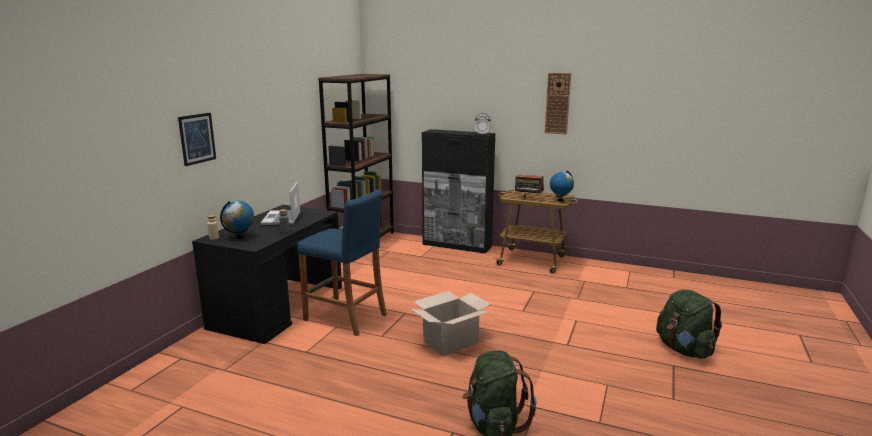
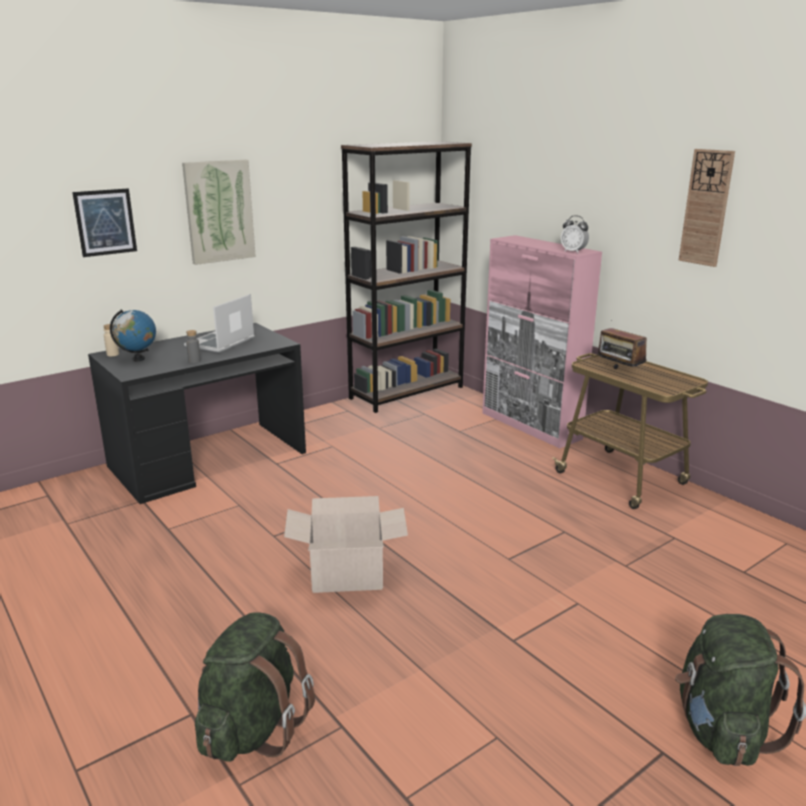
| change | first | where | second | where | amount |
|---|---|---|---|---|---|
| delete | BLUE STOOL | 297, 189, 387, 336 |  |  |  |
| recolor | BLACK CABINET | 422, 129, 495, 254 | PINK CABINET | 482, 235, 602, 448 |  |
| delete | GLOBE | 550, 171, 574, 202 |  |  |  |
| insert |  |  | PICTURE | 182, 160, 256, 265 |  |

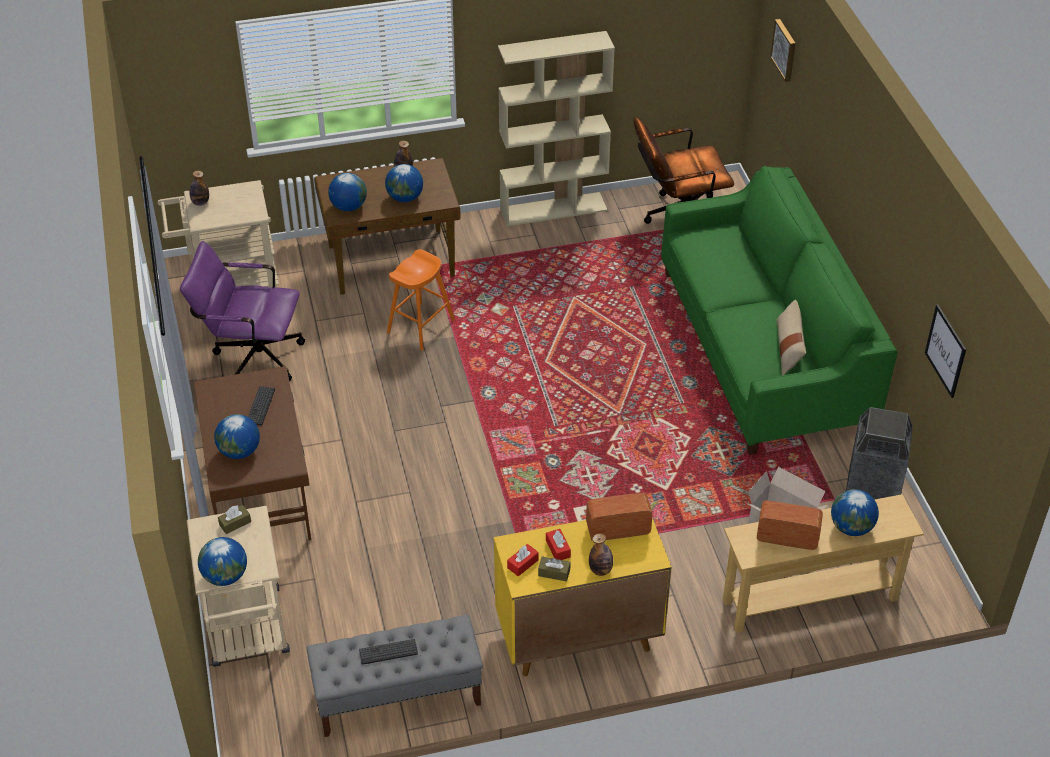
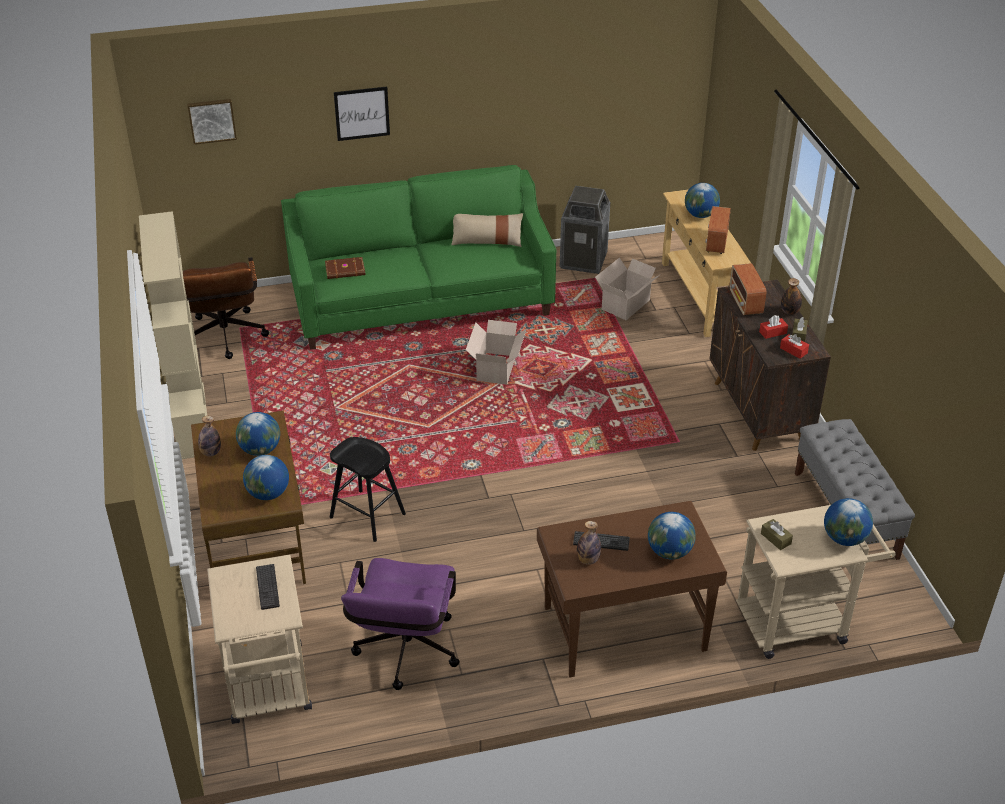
| change | first | where | second | where | amount |
|---|---|---|---|---|---|
| move | BOTTLE | 189, 170, 209, 206 |  | 577, 521, 601, 565 |  |
| move | KEYBOARD | 359, 639, 418, 665 |  | 256, 564, 280, 610 |  |
| recolor | ORANGE STOOL | 387, 249, 455, 350 | BLACK STOOL | 330, 437, 406, 542 |  |
| recolor | YELLOW CABINET | 494, 518, 672, 676 | BROWN CABINET | 710, 280, 831, 451 |  |
| move | PICTURE | 925, 304, 966, 398 |  | 334, 86, 390, 141 |  |
| insert |  |  | BROWN BOOK | 325, 257, 365, 279 |  |
| insert |  |  | CARDBOARD BOX | 466, 320, 527, 385 |  |

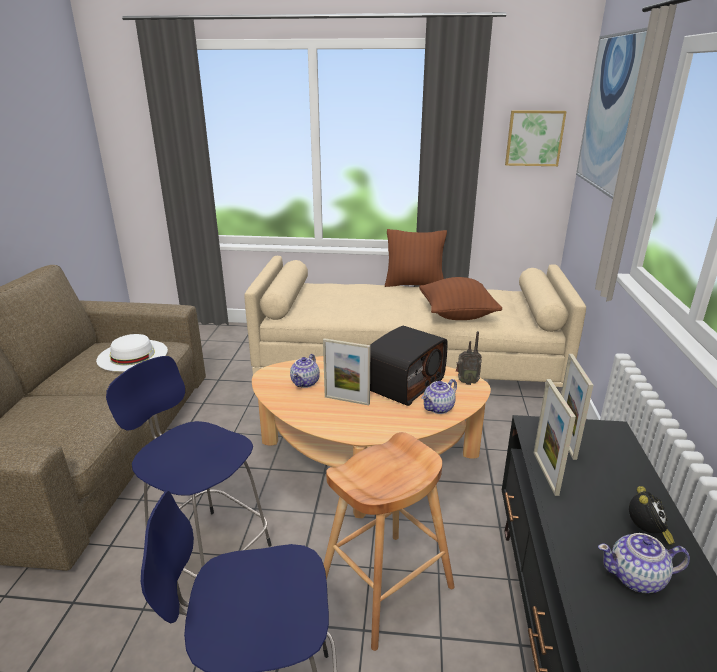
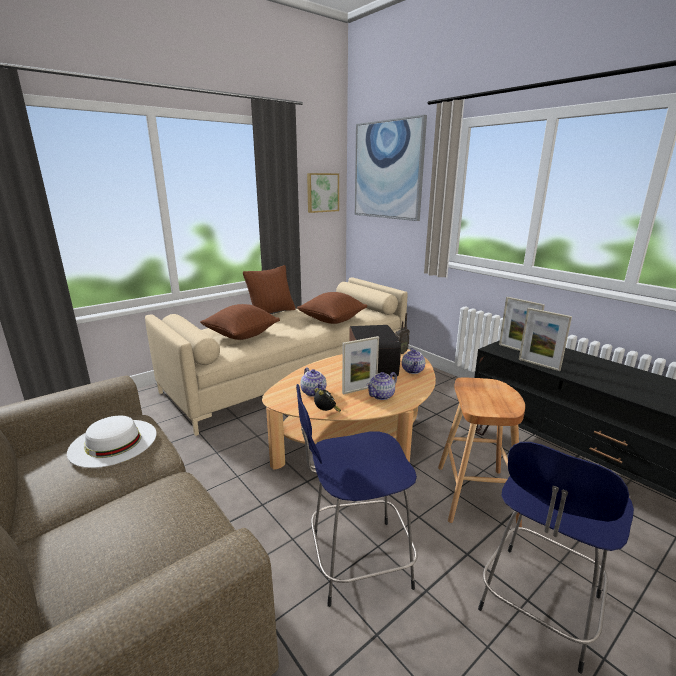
| change | first | where | second | where | amount |
|---|---|---|---|---|---|
| move | TEAPOT | 598, 533, 690, 593 |  | 366, 372, 397, 400 |  |
| move | ALARM CLOCK | 629, 486, 675, 545 |  | 314, 388, 341, 412 |  |
| insert |  |  | BROWN PILLOW | 200, 304, 280, 340 |  |

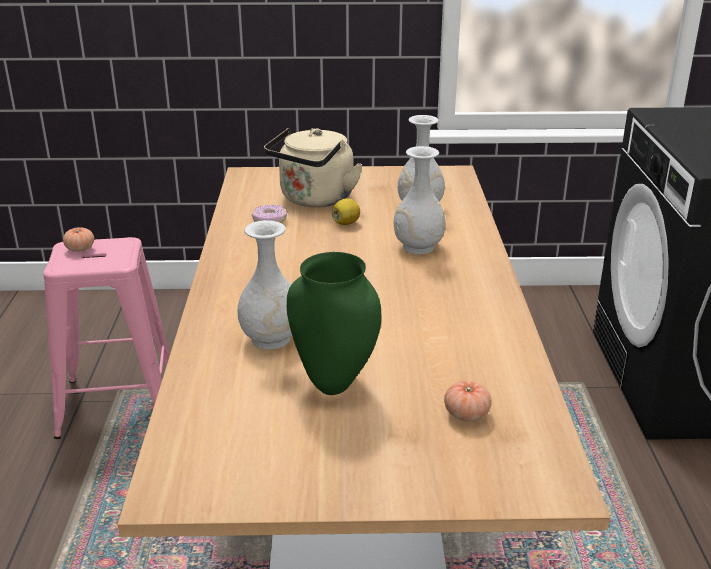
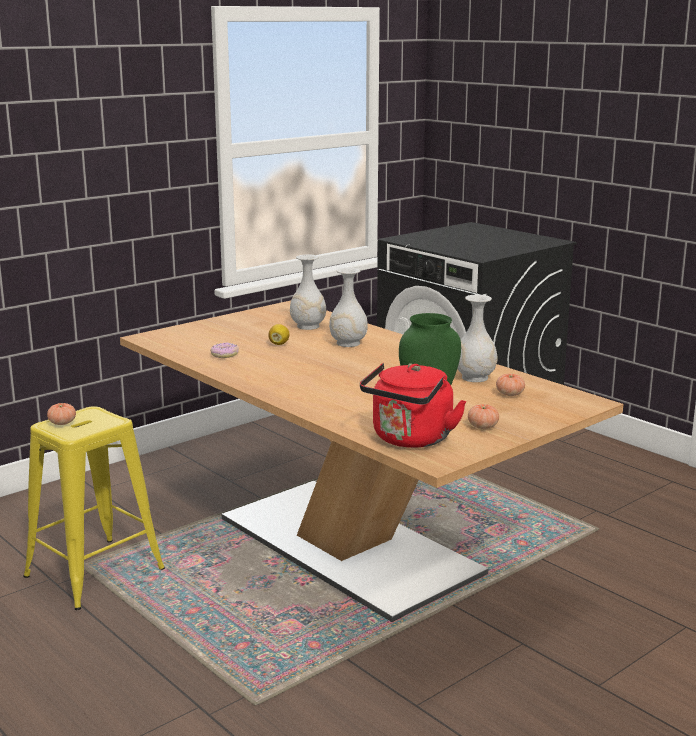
| change | first | where | second | where | amount |
|---|---|---|---|---|---|
| recolor | PINK STOOL | 43, 237, 170, 439 | YELLOW STOOL | 23, 406, 165, 610 |  |
| move | WHITE VASE | 237, 220, 292, 350 |  | 457, 294, 498, 382 |  |
| delete | BEIGE KETTLE | 264, 128, 363, 207 |  |  |  |
| insert |  |  | RED KETTLE | 360, 363, 466, 448 |  |
| insert |  |  | TOMATO | 468, 404, 499, 429 |  |

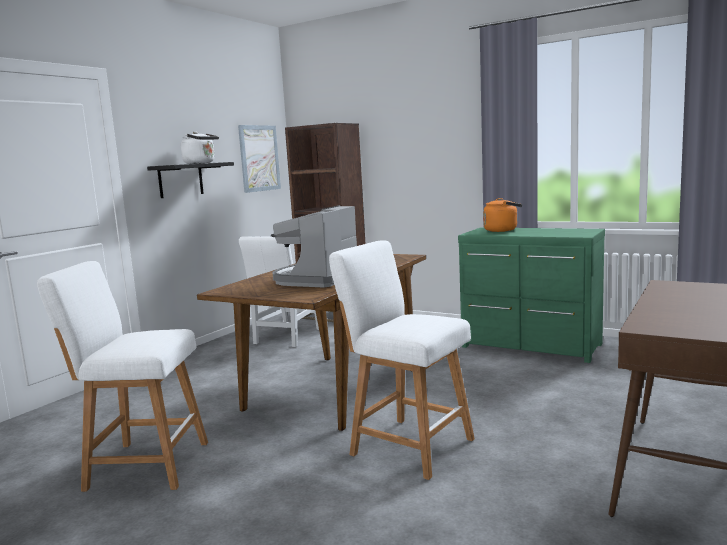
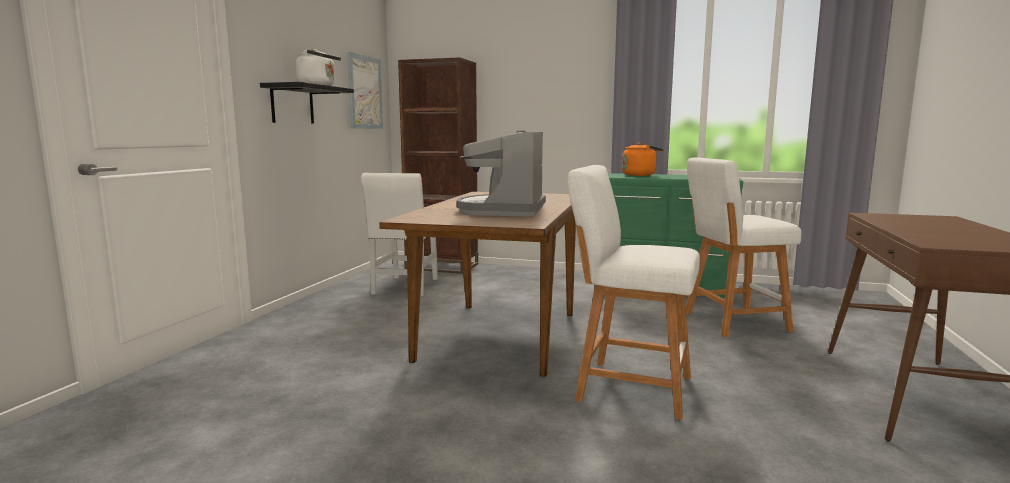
| change | first | where | second | where | amount |
|---|---|---|---|---|---|
| move | WHITE STOOL | 37, 261, 208, 492 |  | 686, 157, 801, 337 |  |

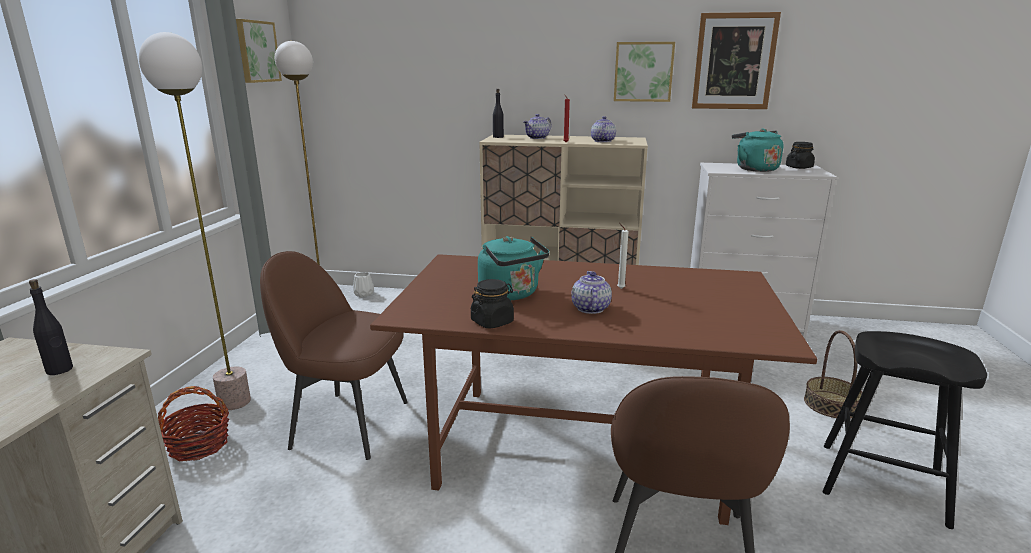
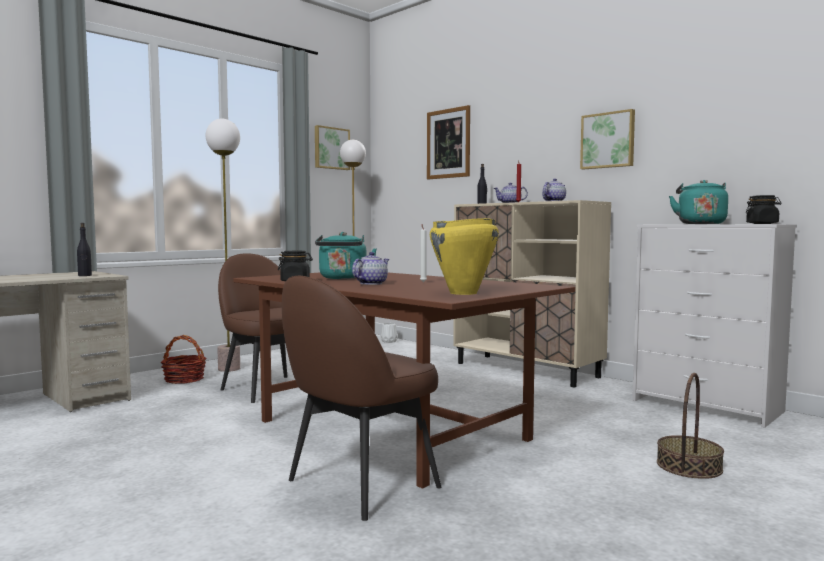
| change | first | where | second | where | amount |
|---|---|---|---|---|---|
| move | PICTURE | 692, 12, 781, 109 |  | 427, 105, 470, 179 |  |
| delete | BLACK STOOL | 823, 331, 987, 529 |  |  |  |
| insert |  |  | YELLOW COOKING POT | 430, 218, 499, 295 |  |

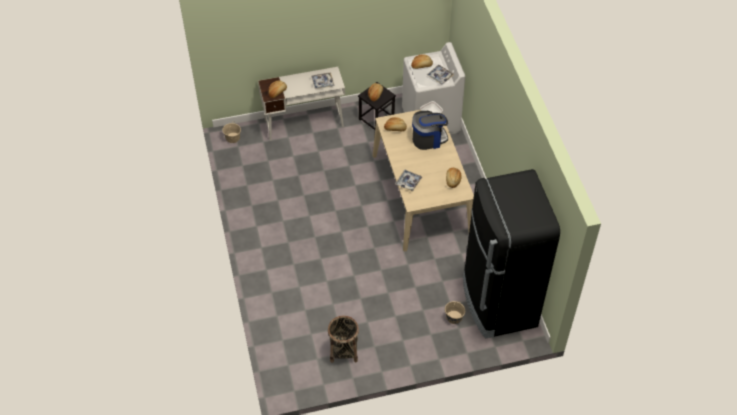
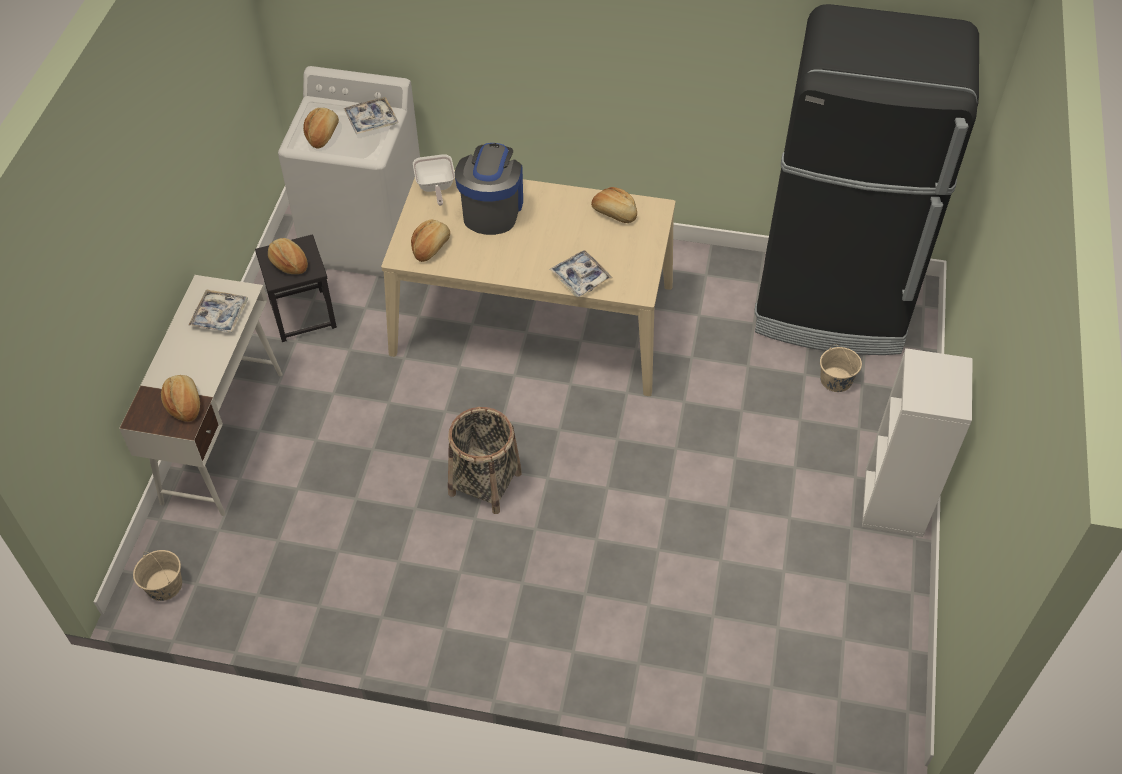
| change | first | where | second | where | amount |
|---|---|---|---|---|---|
| move | BASKET | 328, 316, 359, 363 |  | 448, 407, 522, 514 |  |
| insert |  |  | WHITE BOOKCASE | 862, 348, 973, 537 |  |

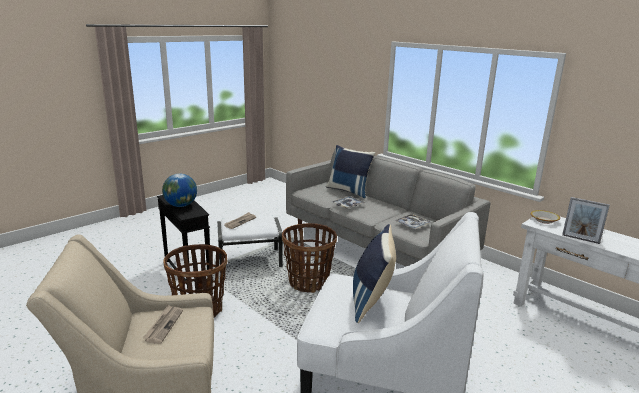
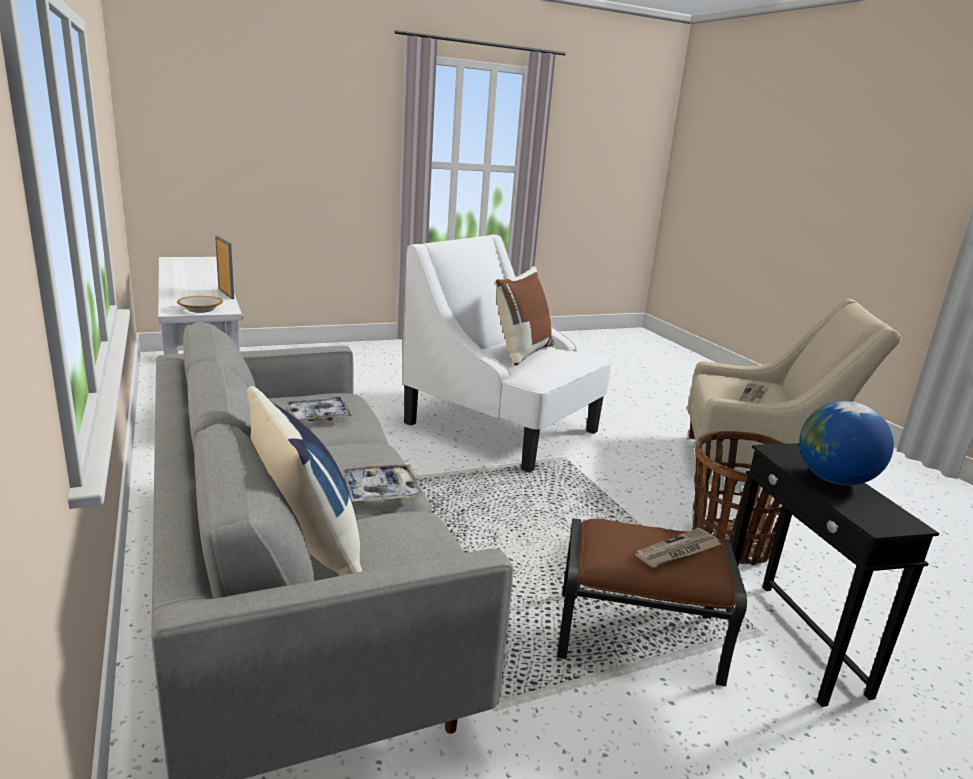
| change | first | where | second | where | amount |
|---|---|---|---|---|---|
| recolor | WHITE OTTOMAN | 217, 216, 283, 267 | BROWN OTTOMAN | 557, 518, 747, 687 |  |
| delete | BASKET | 282, 223, 337, 293 |  |  |  |
| recolor | BLUE PILLOW | 353, 224, 396, 323 | BROWN PILLOW | 495, 266, 554, 366 |  |

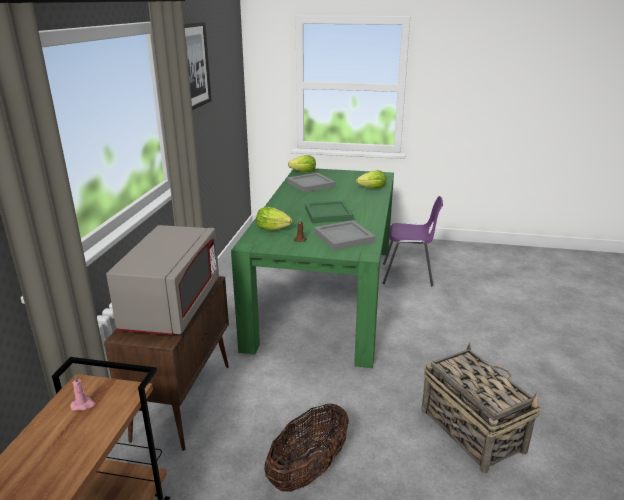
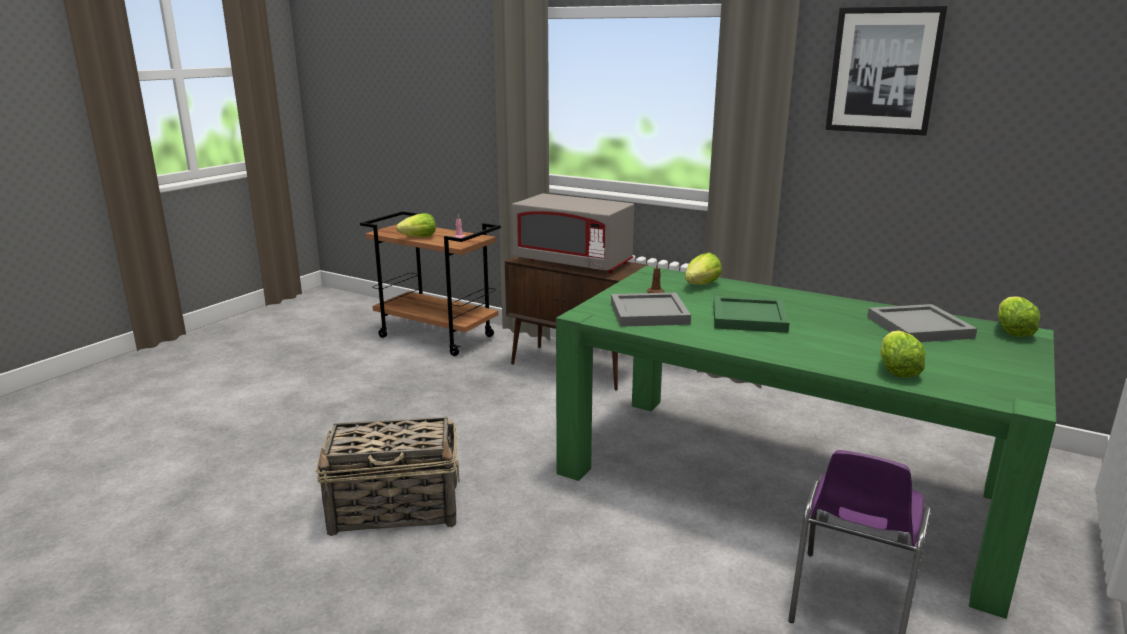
| change | first | where | second | where | amount |
|---|---|---|---|---|---|
| delete | BASKET | 264, 403, 349, 492 |  |  |  |
| insert |  |  | LETTUCE | 396, 213, 436, 237 |  |

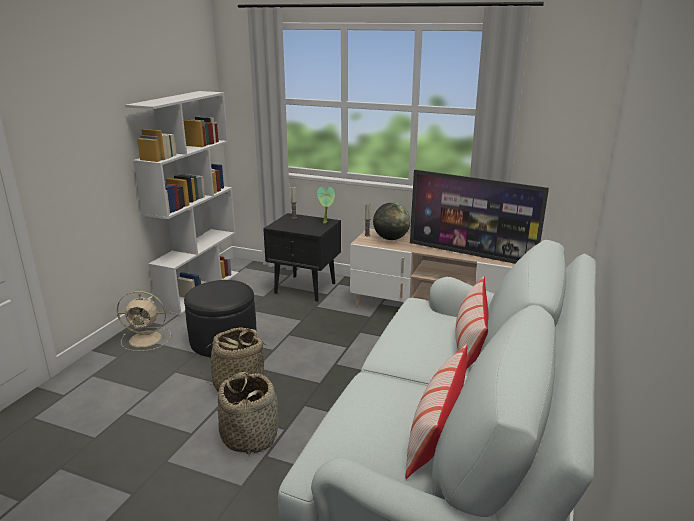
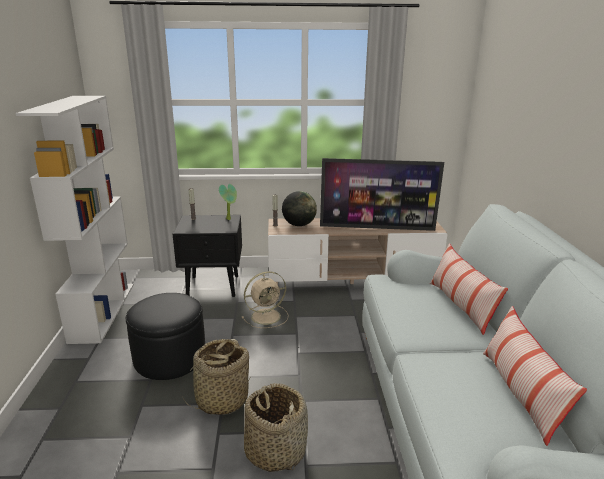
| change | first | where | second | where | amount |
|---|---|---|---|---|---|
| move | BEIGE FAN | 117, 291, 171, 351 |  | 242, 271, 288, 328 |  |

